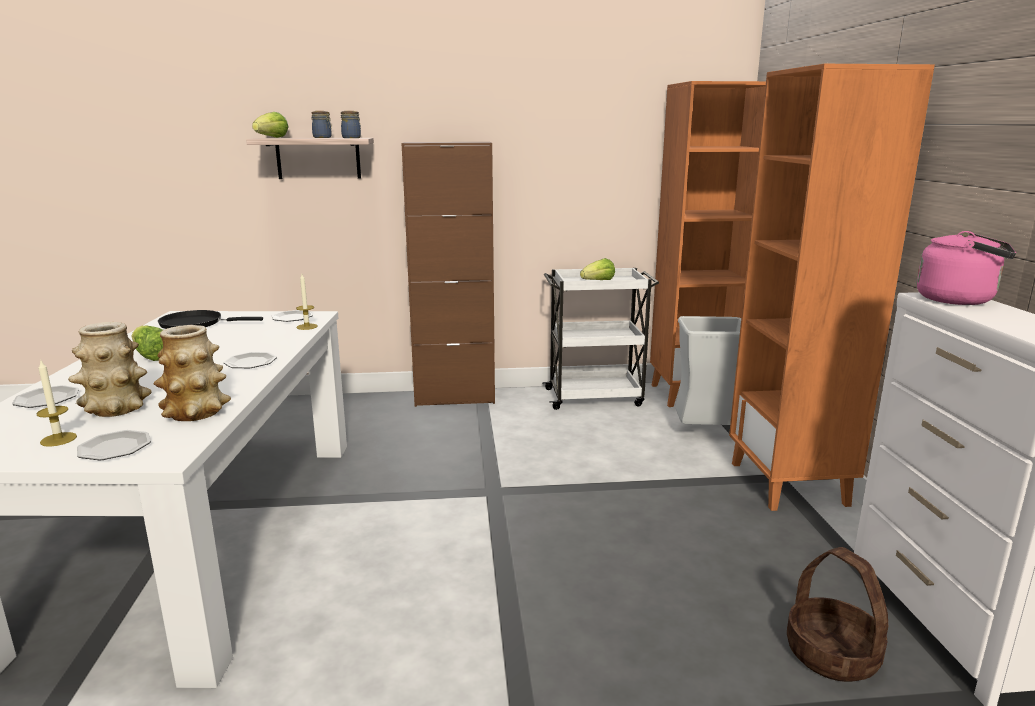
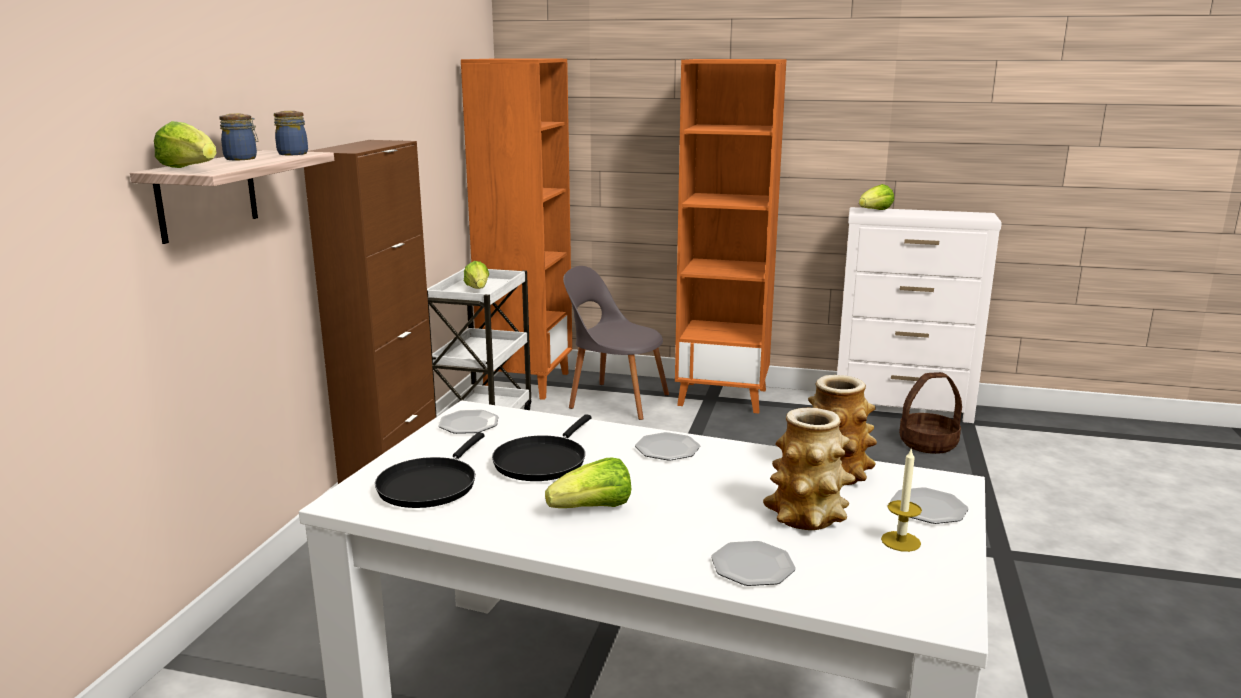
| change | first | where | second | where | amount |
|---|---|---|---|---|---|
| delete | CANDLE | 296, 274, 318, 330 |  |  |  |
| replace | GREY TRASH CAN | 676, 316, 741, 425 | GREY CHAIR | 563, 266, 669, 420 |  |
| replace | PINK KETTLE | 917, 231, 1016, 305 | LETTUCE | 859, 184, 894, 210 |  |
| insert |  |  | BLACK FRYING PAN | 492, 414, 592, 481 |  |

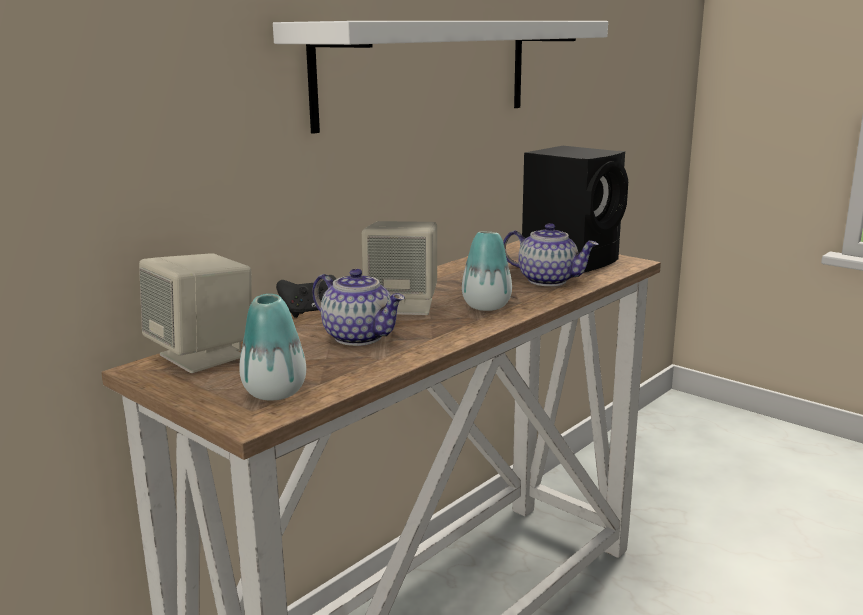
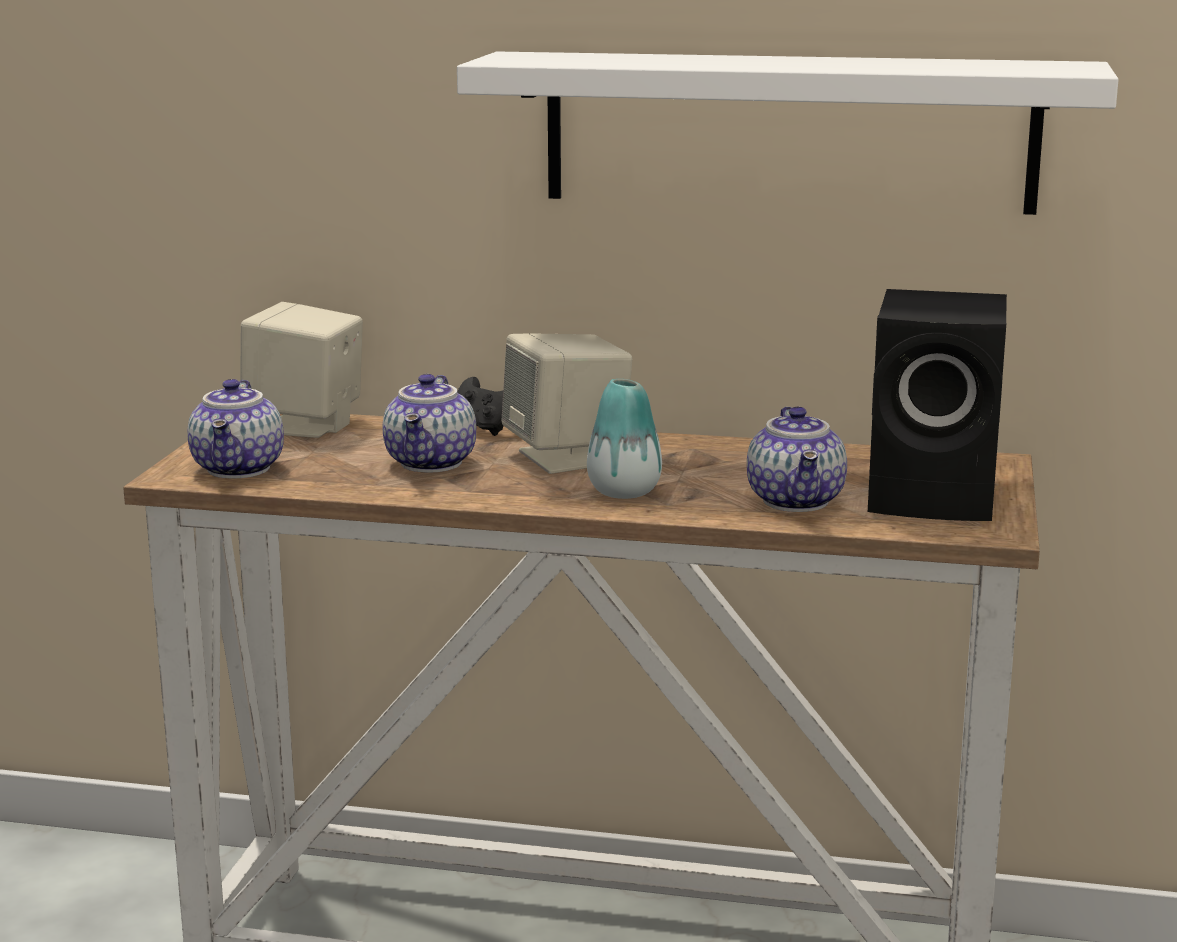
| change | first | where | second | where | amount |
|---|---|---|---|---|---|
| replace | VASE | 239, 294, 306, 400 | TEAPOT | 187, 379, 284, 478 |  |

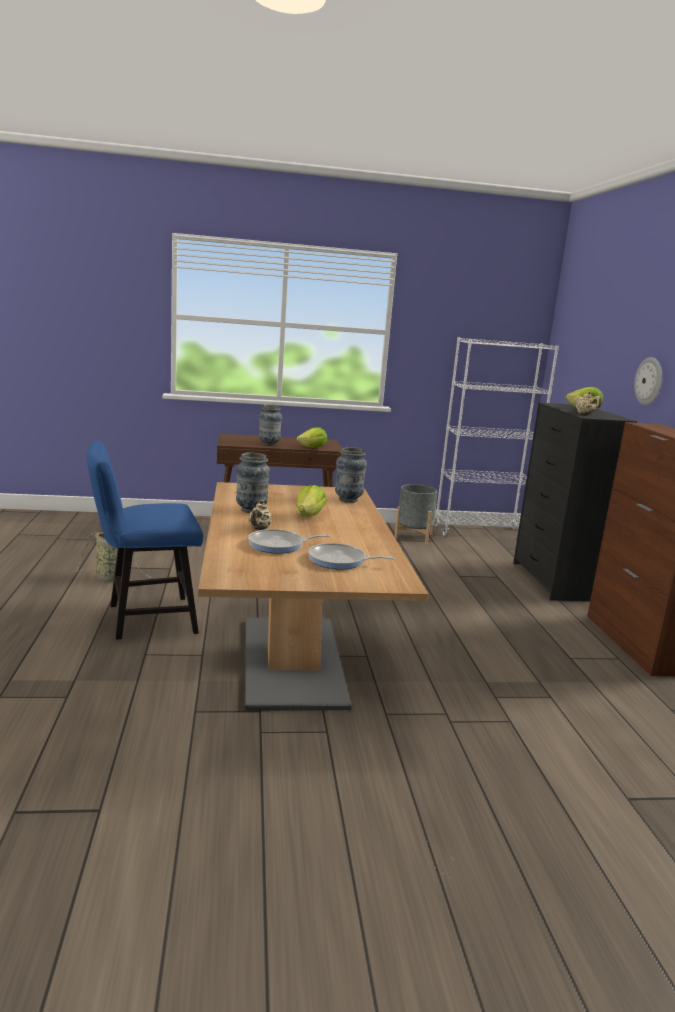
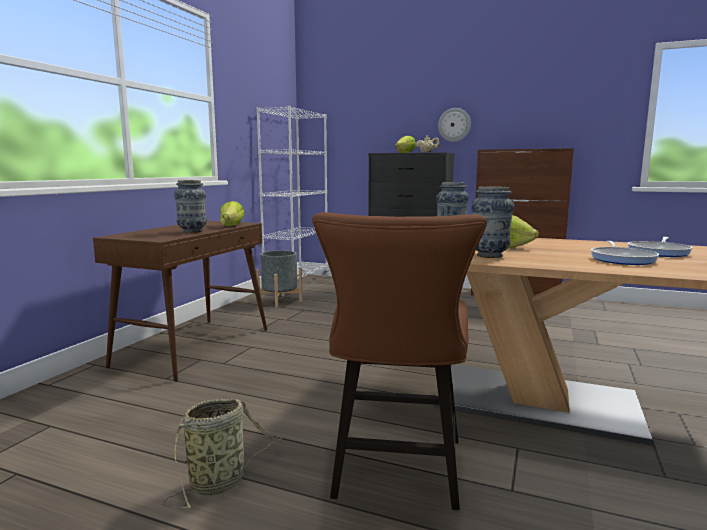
| change | first | where | second | where | amount |
|---|---|---|---|---|---|
| recolor | BLUE CHAIR | 87, 441, 203, 640 | BROWN CHAIR | 312, 212, 487, 510 |  |
| delete | BEIGE TEAPOT | 248, 500, 272, 530 |  |  |  |

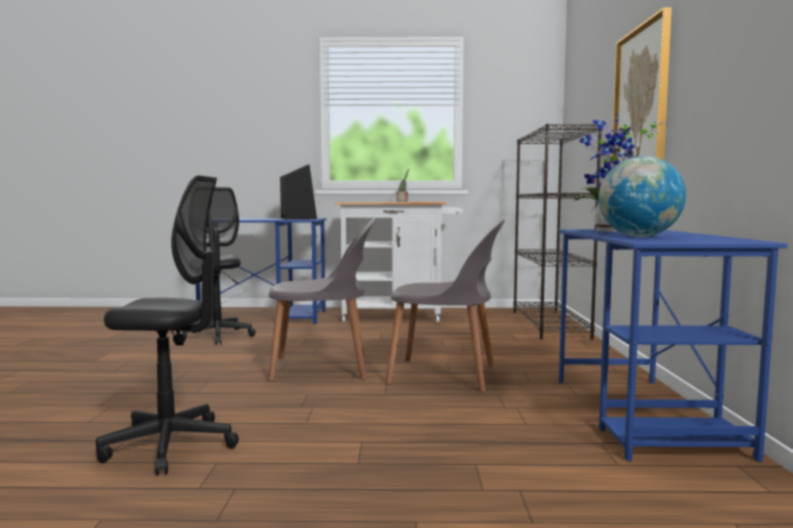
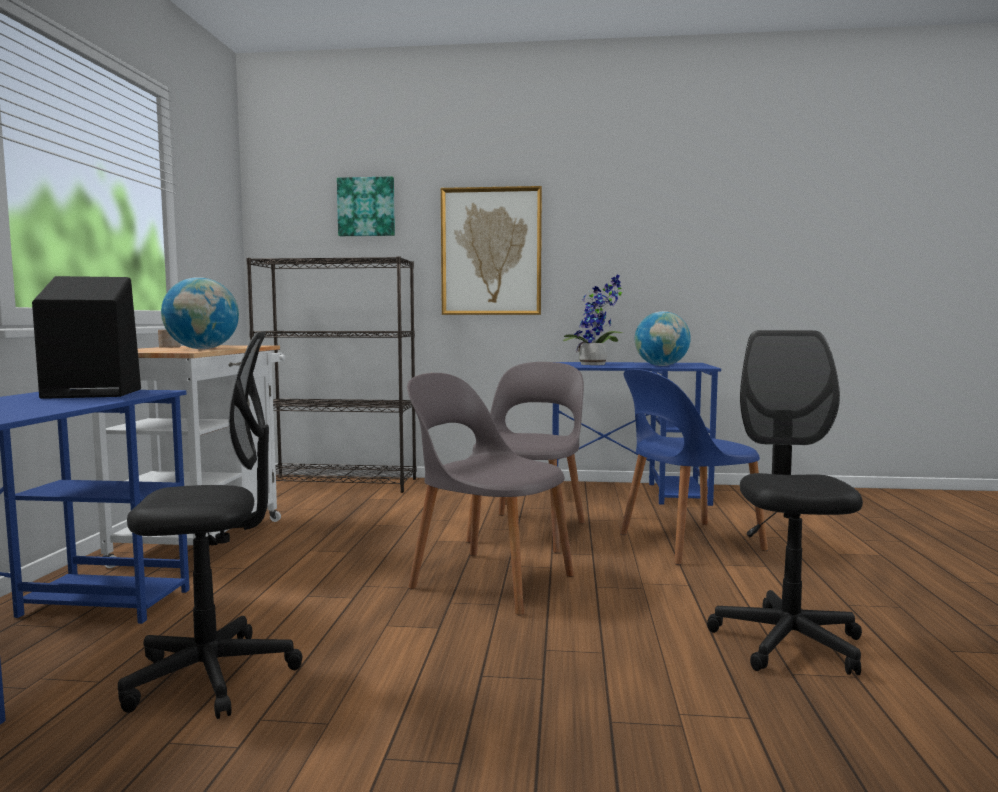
| change | first | where | second | where | amount |
|---|---|---|---|---|---|
| rotate | GREY CHAIR | 268, 218, 376, 381 |  | 407, 373, 574, 616 | 60 degrees counterclockwise |
| insert |  |  | GLOBE | 161, 277, 239, 349 |  |
| insert |  |  | PICTURE | 337, 176, 395, 236 |  |
| insert |  |  | BLUE CHAIR | 620, 369, 768, 565 |  |

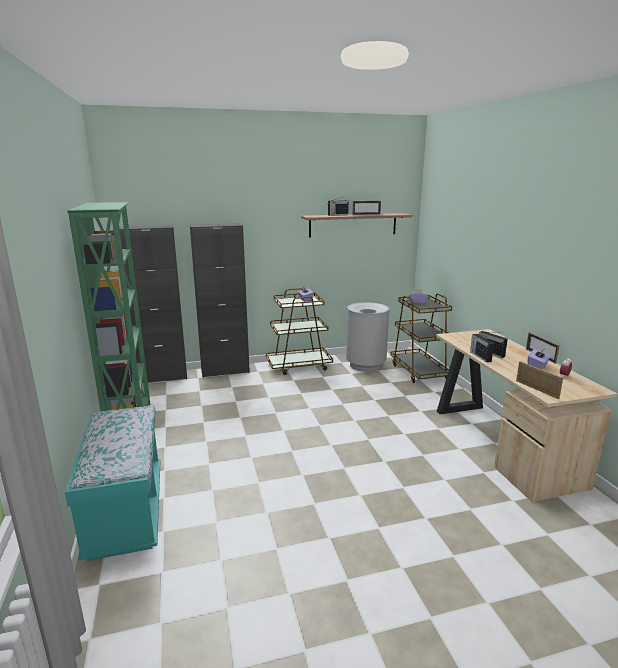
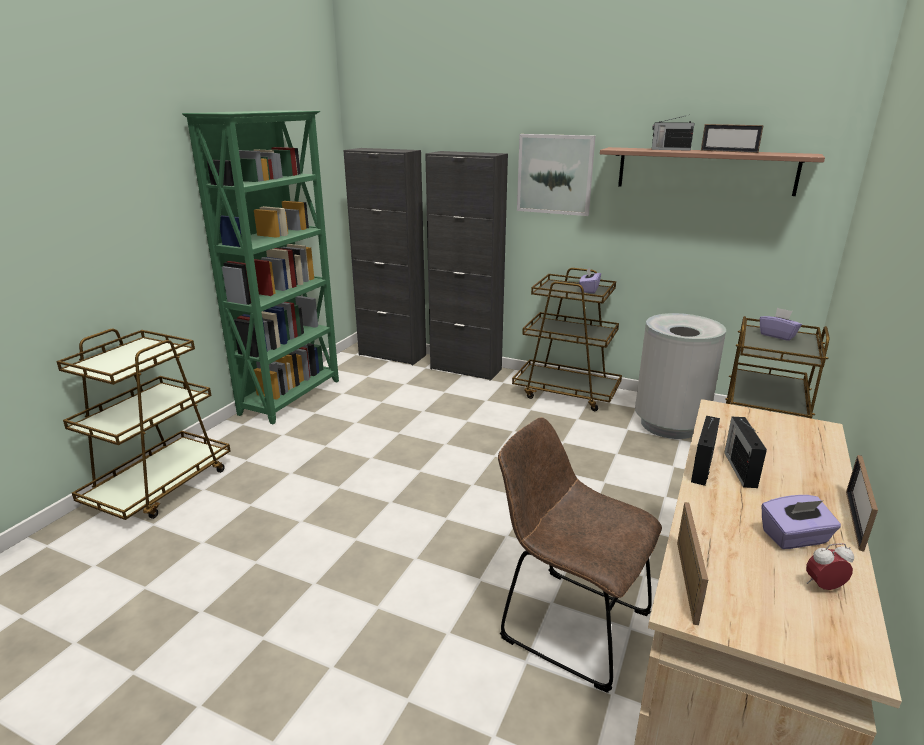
| change | first | where | second | where | amount |
|---|---|---|---|---|---|
| replace | TURQUOISE BENCH | 65, 406, 161, 561 | BROWN CART | 56, 329, 231, 520 |  |
| insert |  |  | BROWN CHAIR | 498, 417, 662, 693 |  |
| insert |  |  | PICTURE | 517, 134, 595, 216 |  |

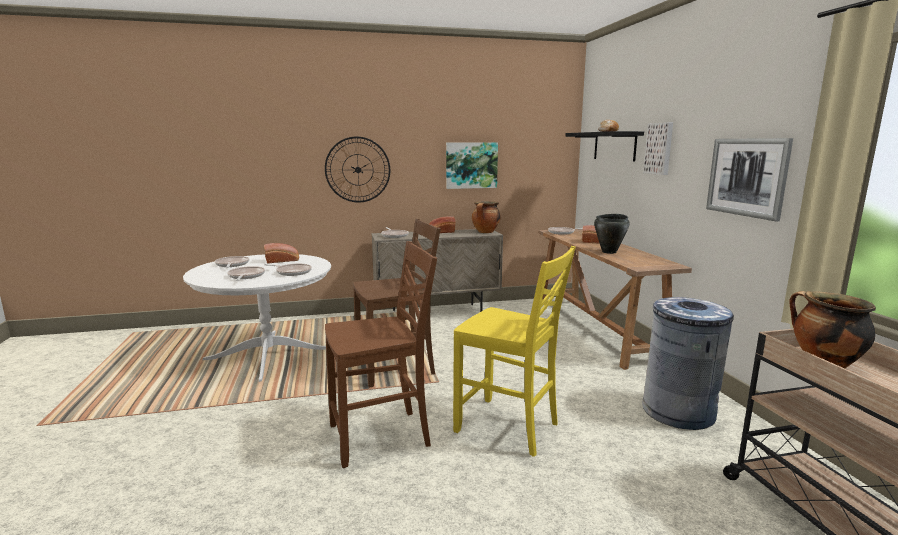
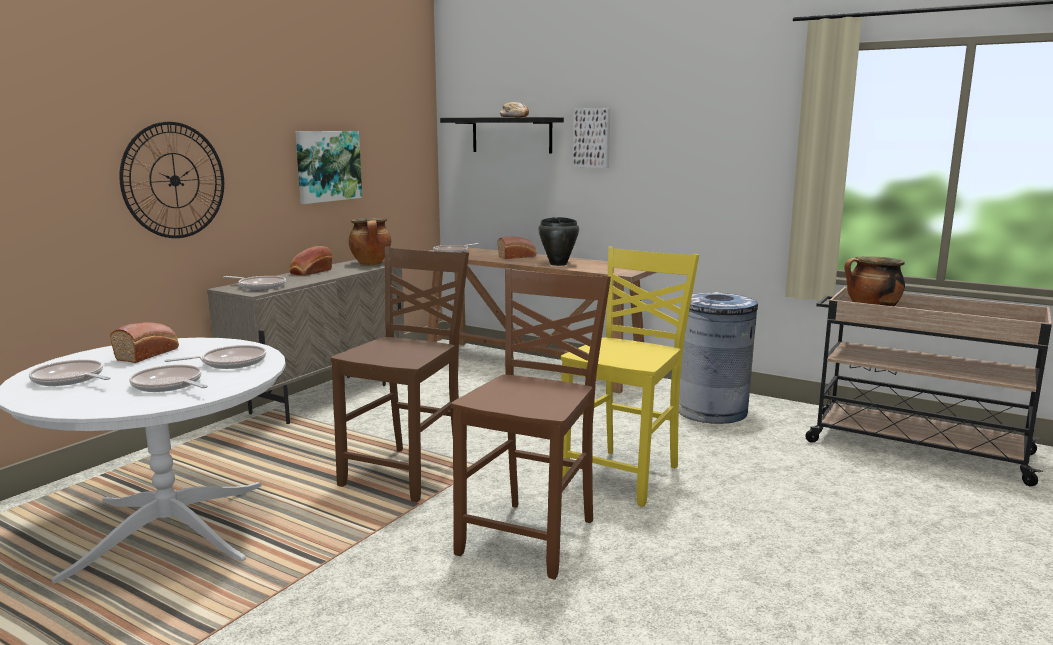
| change | first | where | second | where | amount |
|---|---|---|---|---|---|
| rotate | YELLOW CHAIR | 453, 246, 576, 457 |  | 561, 247, 699, 507 | 45 degrees counterclockwise |
| delete | PICTURE | 706, 138, 793, 221 |  |  |  |

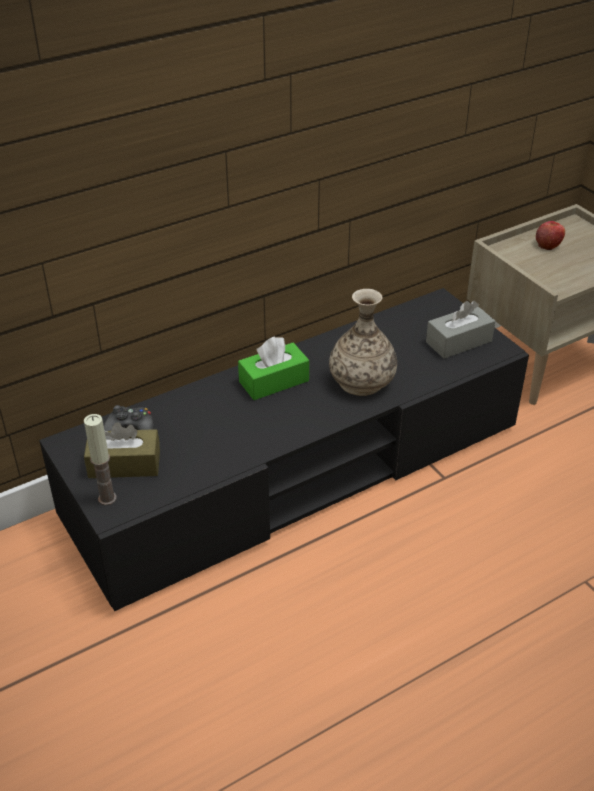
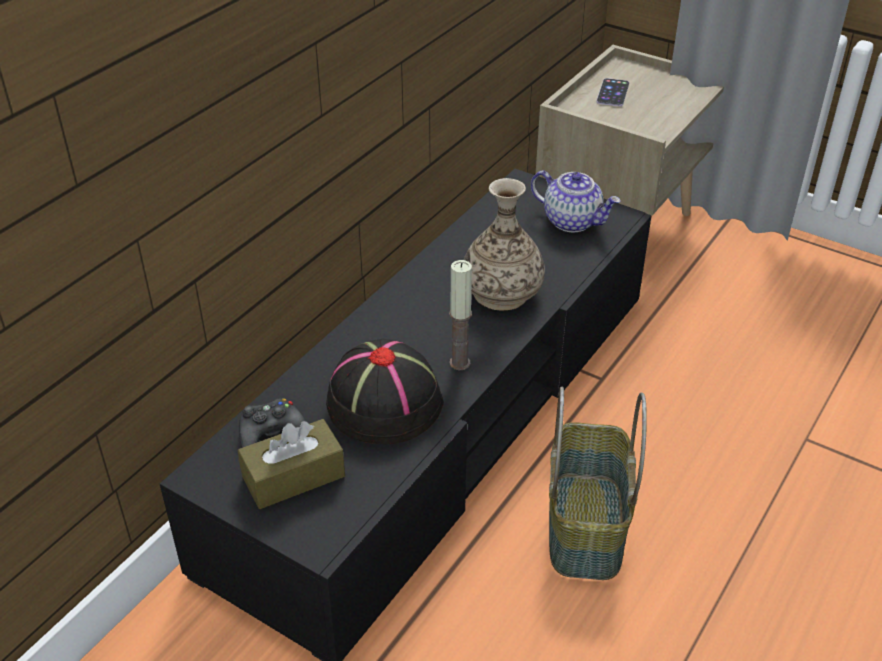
| change | first | where | second | where | amount |
|---|---|---|---|---|---|
| move | CANDLE | 84, 414, 117, 505 |  | 449, 260, 472, 370 |  |
| delete | GREEN TISSUE BOX | 238, 337, 309, 400 |  |  |  |
| replace | GREY TISSUE BOX | 426, 301, 495, 359 | TEAPOT | 531, 170, 620, 232 |  |
| replace | APPLE | 536, 221, 565, 250 | PHONE | 597, 78, 629, 106 |  |
| insert |  |  | BLACK HAT | 326, 338, 444, 444 |  |
| insert |  |  | BASKET | 549, 387, 647, 580 |  |

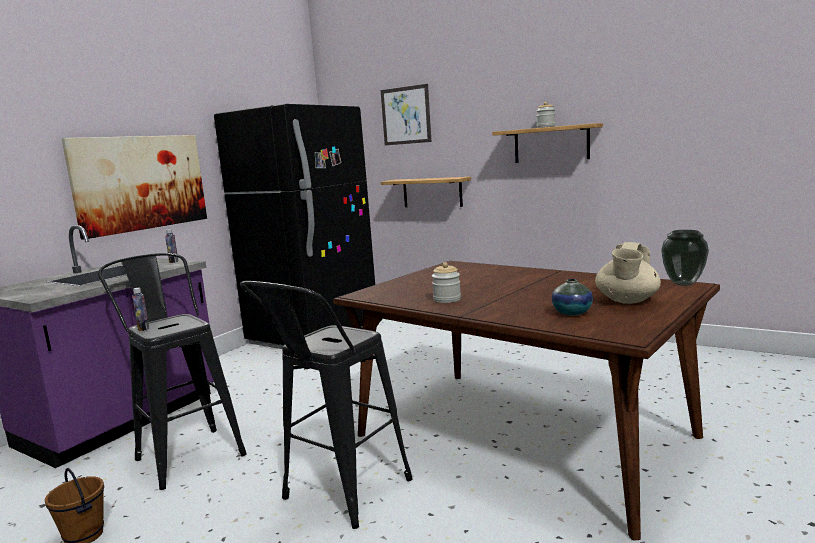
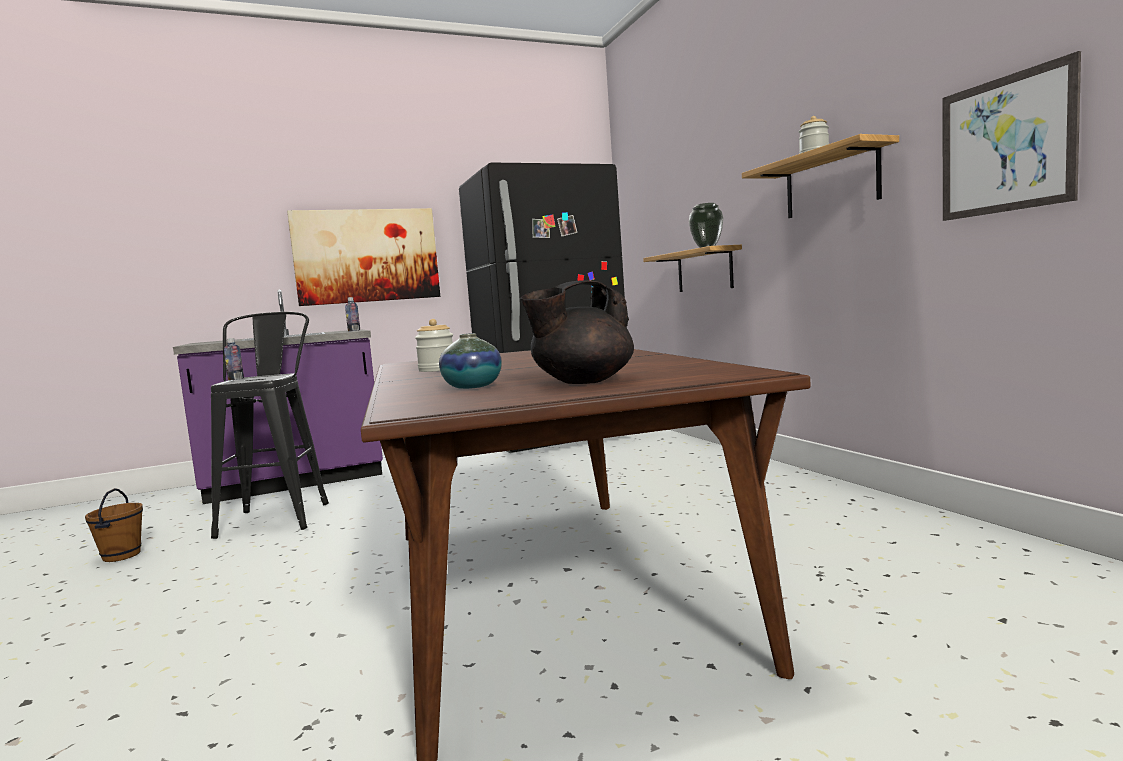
| change | first | where | second | where | amount |
|---|---|---|---|---|---|
| delete | BLACK STOOL | 240, 281, 413, 529 |  |  |  |
| move | PICTURE | 381, 84, 431, 145 |  | 943, 51, 1081, 221 |  |
| recolor | BEIGE TEAPOT | 595, 242, 661, 304 | BLACK TEAPOT | 521, 280, 634, 384 |  |
| move | VASE | 661, 230, 709, 286 |  | 689, 203, 723, 248 |  |

